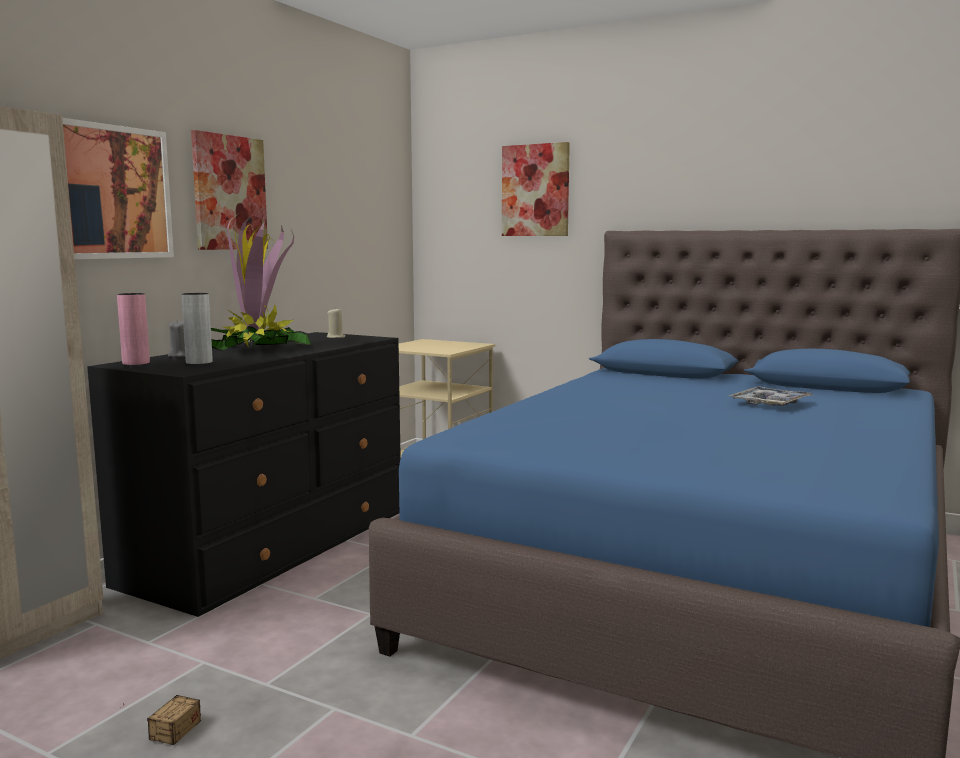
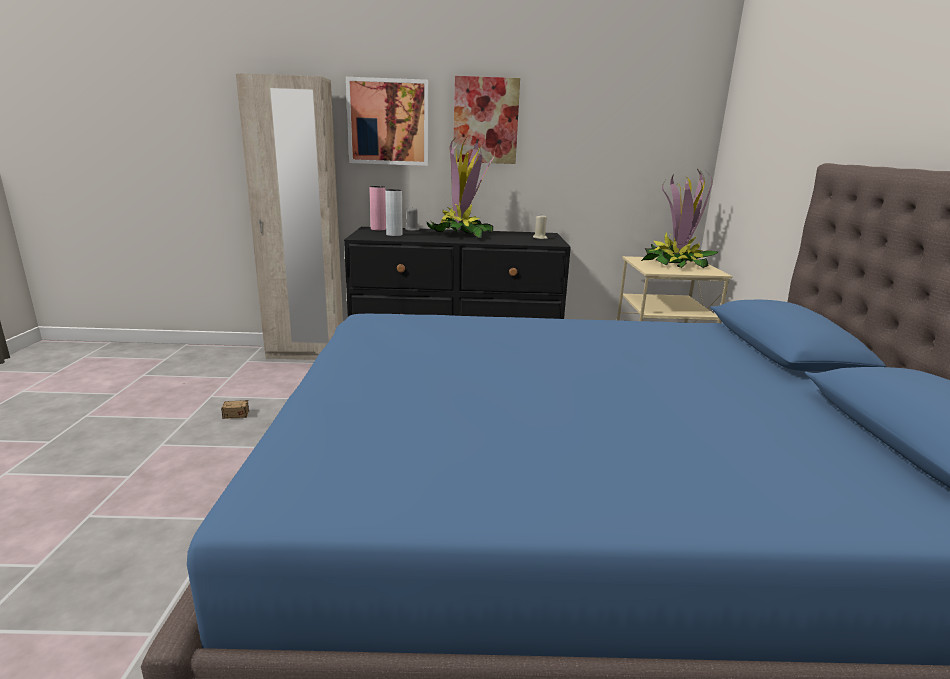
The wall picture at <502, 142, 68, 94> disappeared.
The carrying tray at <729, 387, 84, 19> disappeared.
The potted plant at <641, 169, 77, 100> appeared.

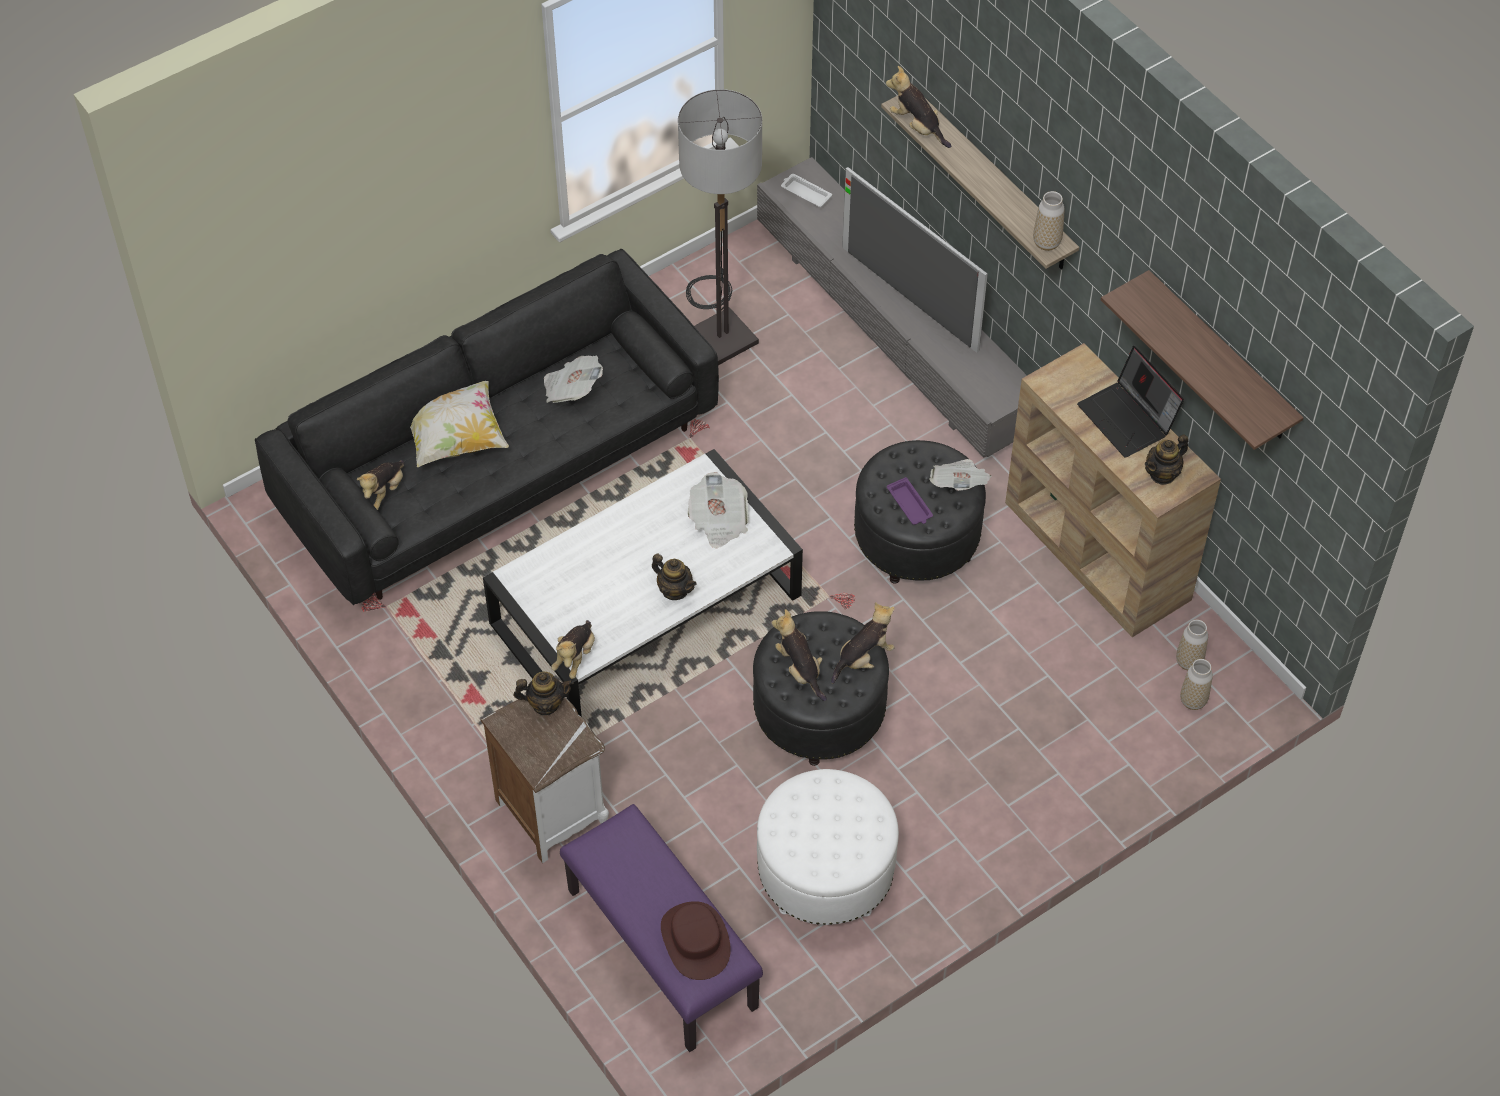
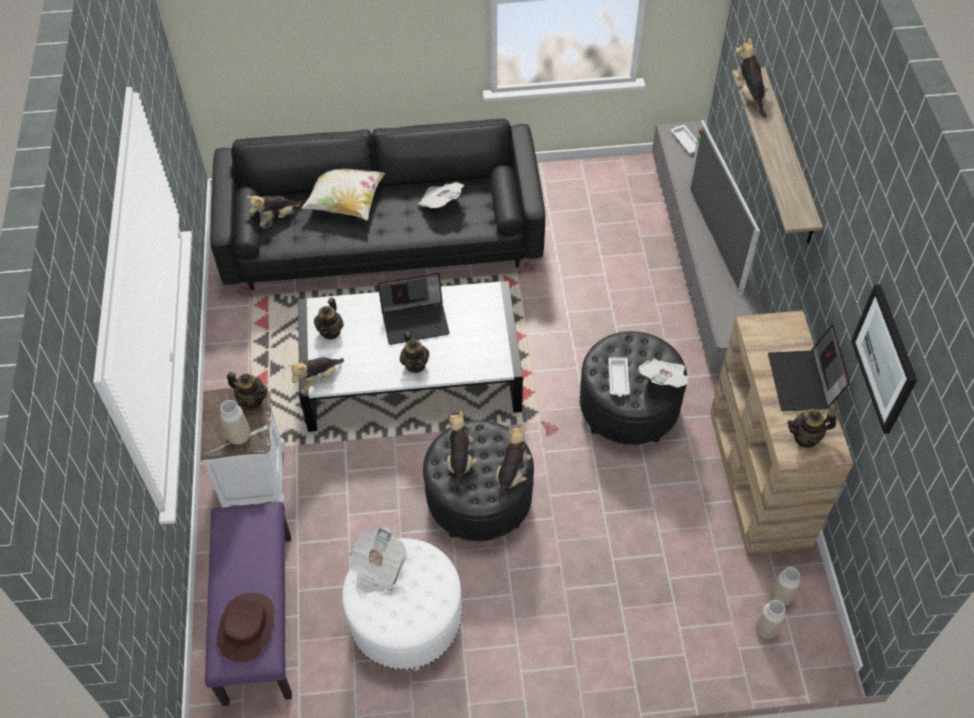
The floor lamp at <678, 89, 84, 276> disappeared.
The vase moved from <1033, 191, 31, 60> to <220, 400, 30, 45>.
The bracket shelf at <1101, 270, 203, 180> was replaced by the wall picture at <851, 284, 66, 150>.
The printed paper moved from <687, 472, 62, 77> to <350, 527, 57, 66>.
The purple carrying tray at <887, 477, 46, 48> became the white-coloured carrying tray at <608, 357, 22, 40>.
The cuddly toy at <831, 602, 64, 82> turned 60 degrees counterclockwise.
The laptop at <378, 273, 71, 72> appeared.
The pot for tea at <314, 298, 30, 41> appeared.

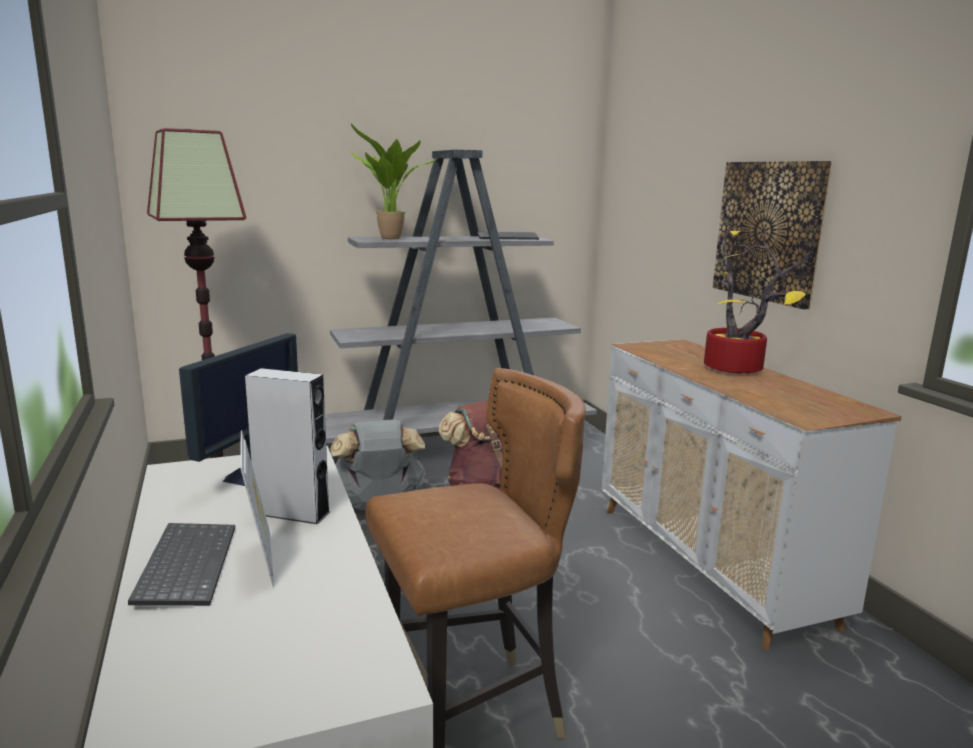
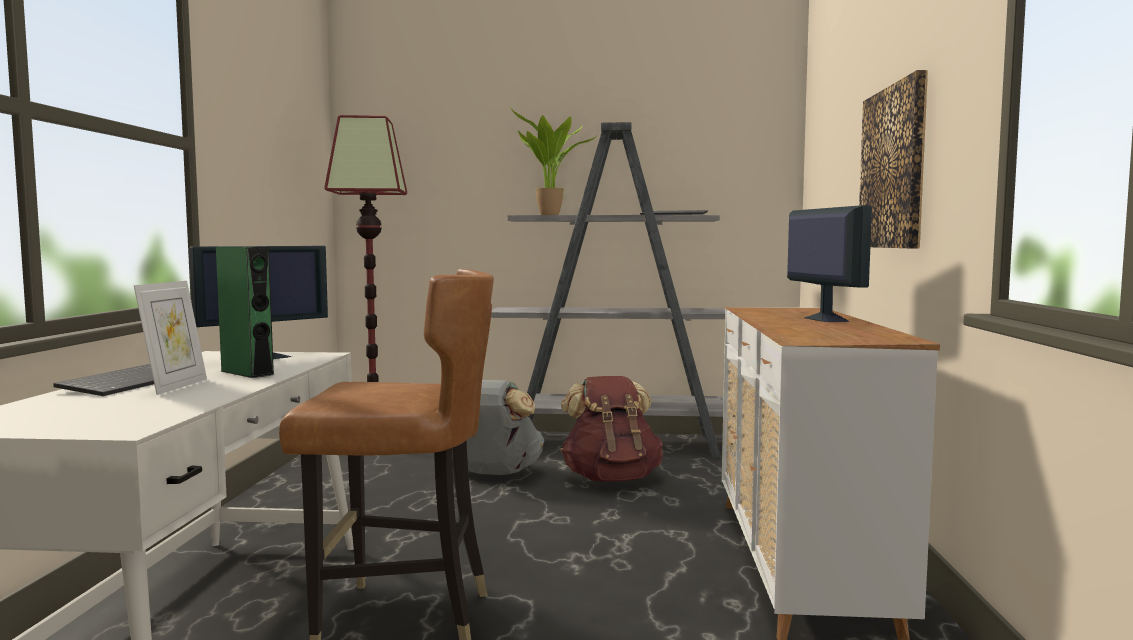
The potted plant at <704, 226, 110, 147> was replaced by the computer screen at <787, 205, 85, 117>.
The grey speaker at <245, 368, 85, 156> became the greenish speaker at <216, 247, 59, 131>.

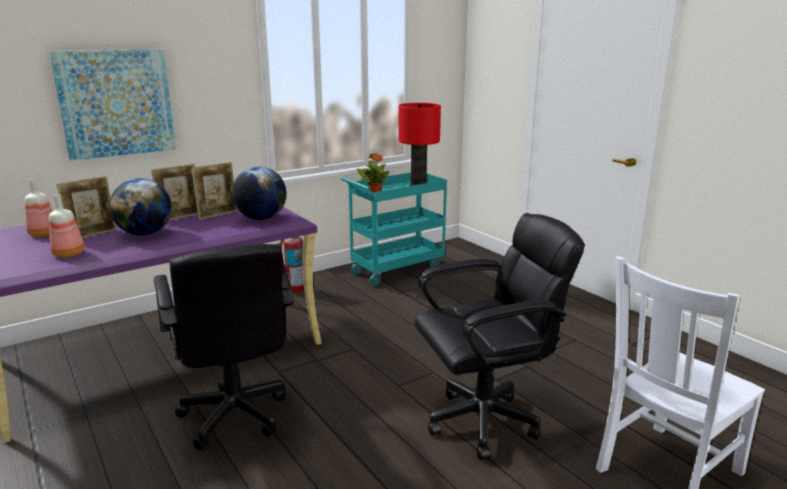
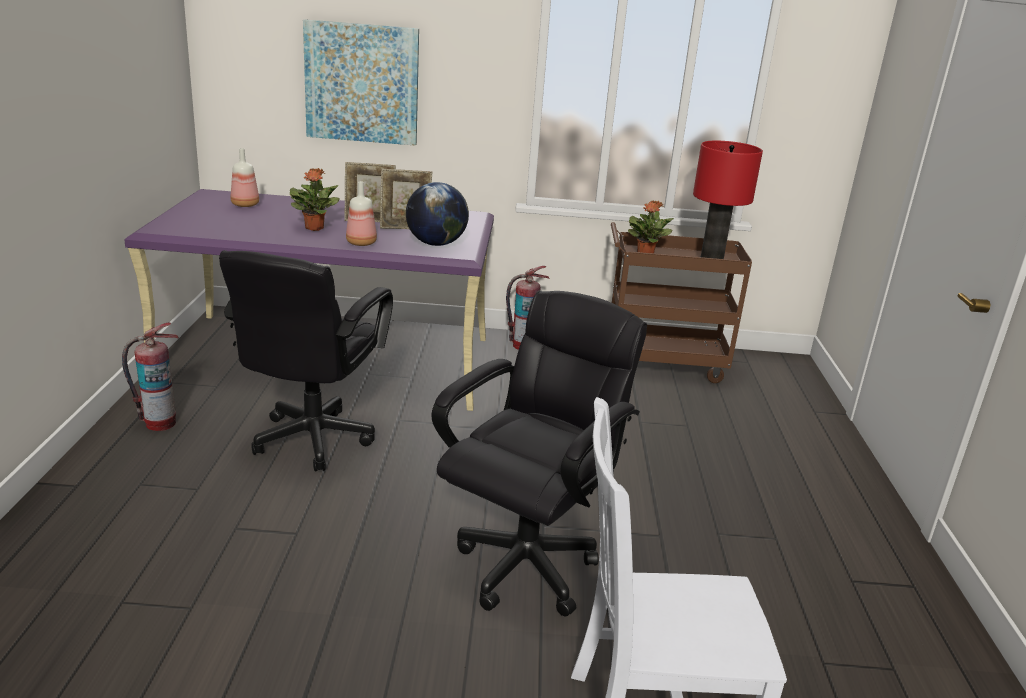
The turquoise wheeled cart at <341, 173, 106, 113> became the brownish wheeled cart at <611, 222, 141, 161>.
The standing frame at <57, 176, 60, 62> disappeared.
The globe at <109, 178, 63, 58> was replaced by the potted plant at <290, 168, 50, 63>.
The bottle moved from <49, 195, 36, 63> to <346, 181, 31, 65>.
The black office chair at <415, 213, 170, 247> turned 75 degrees counterclockwise.
The fire-fighting cylinder at <122, 322, 57, 109> appeared.

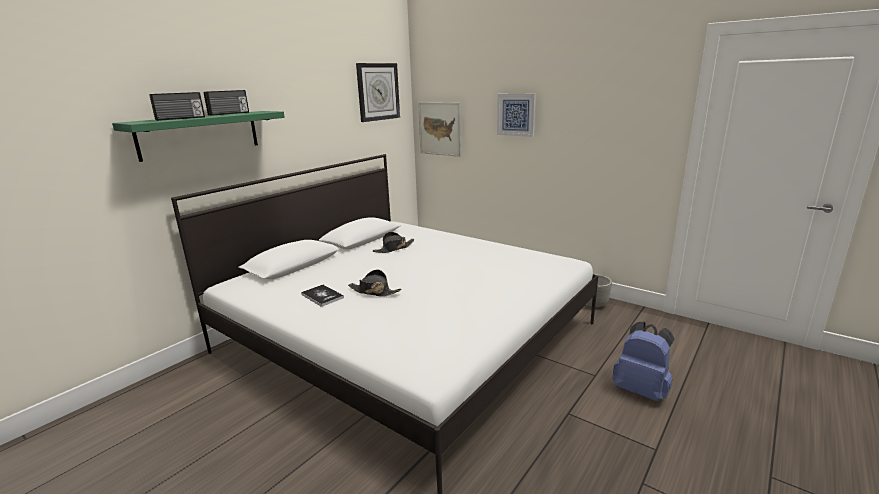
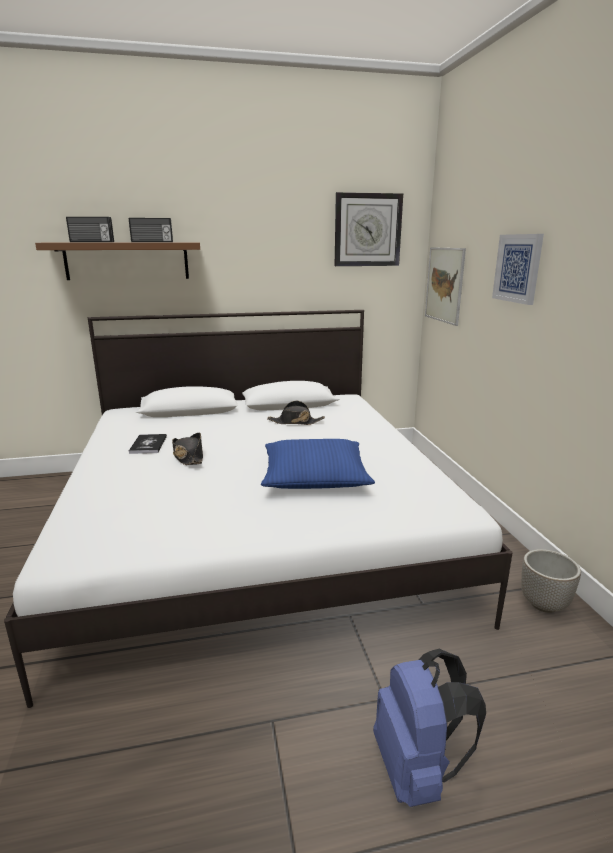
The greenish bracket shelf at <112, 111, 173, 51> became the brownish bracket shelf at <35, 243, 165, 37>.
The blue-coloured pillow at <261, 439, 114, 50> appeared.

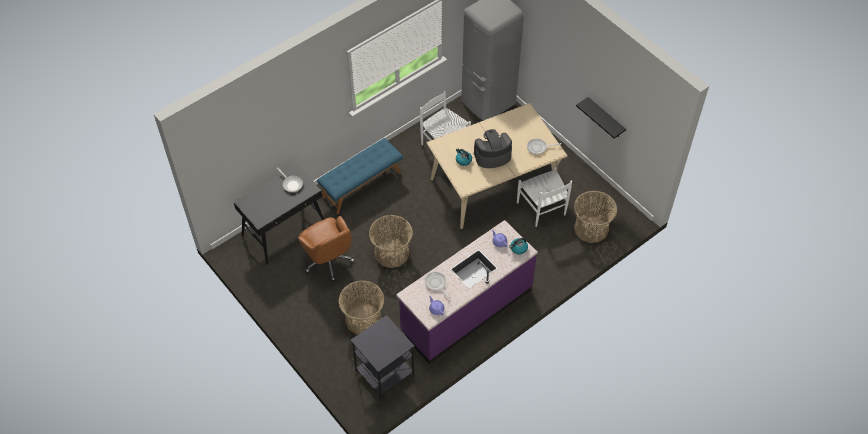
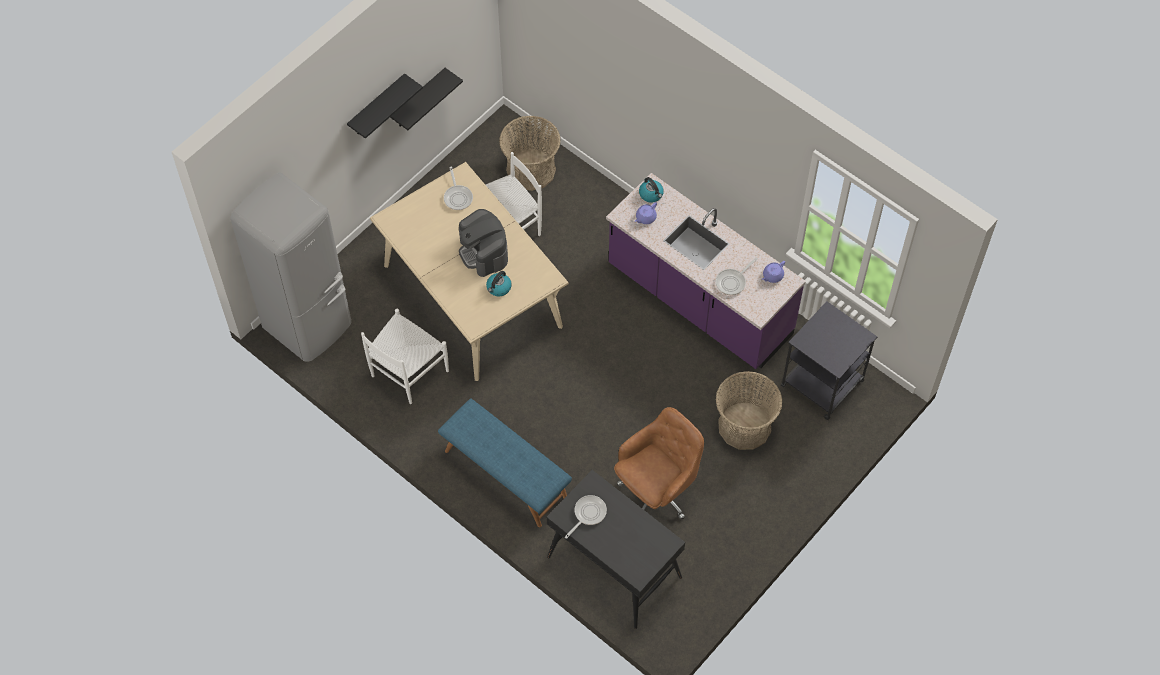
The basket at <369, 215, 44, 53> disappeared.
The black bracket shelf at <347, 73, 76, 66> appeared.

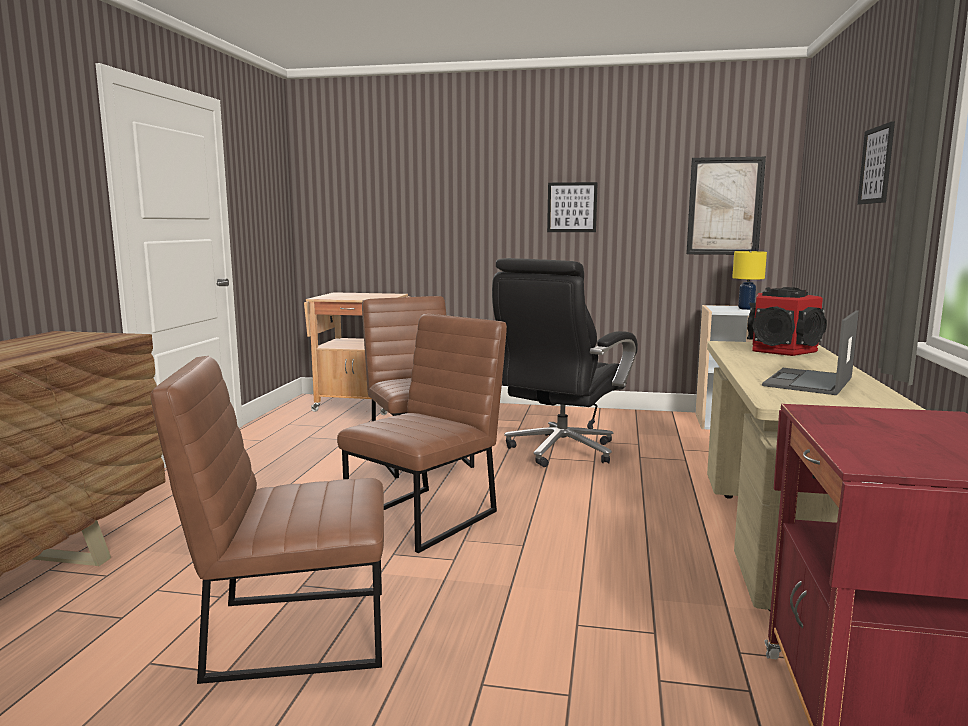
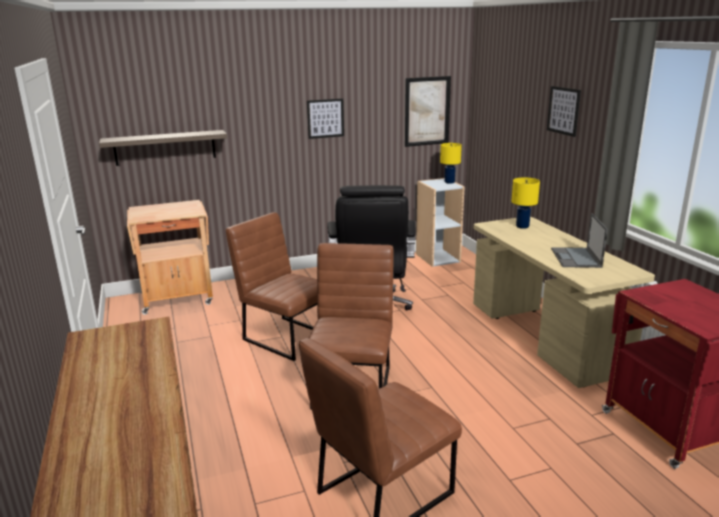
The speaker at <747, 287, 80, 69> was replaced by the yellow-coloured tabletop lamp at <511, 177, 29, 52>.
The bracket shelf at <99, 130, 128, 36> appeared.

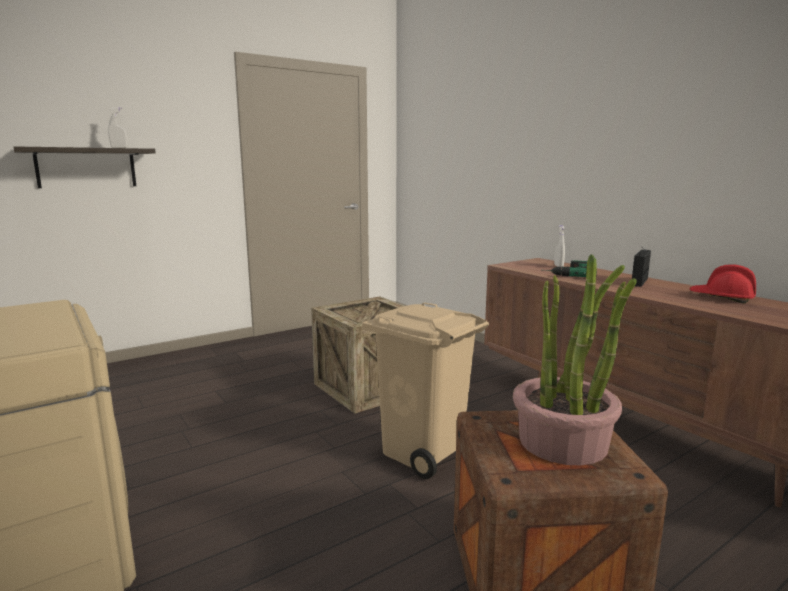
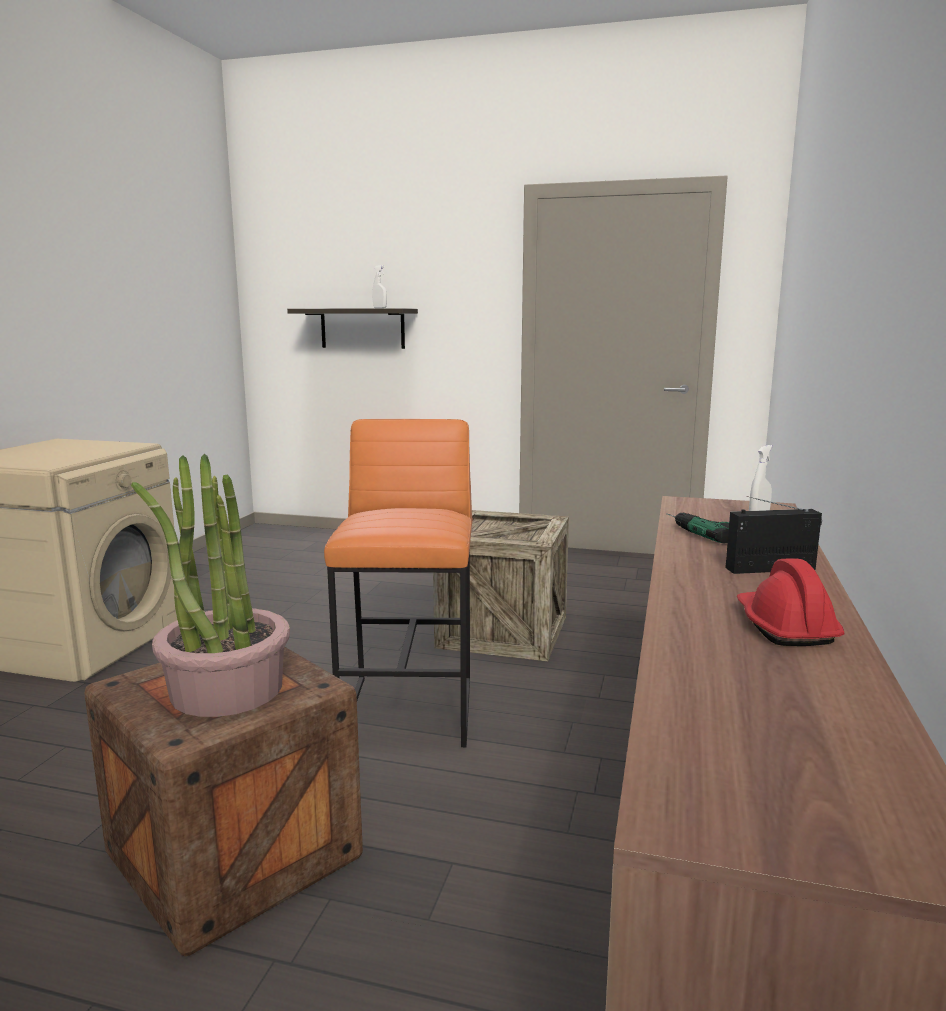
The beige waste bin at <362, 303, 127, 176> was replaced by the orange-coloured stool at <324, 419, 148, 328>.

